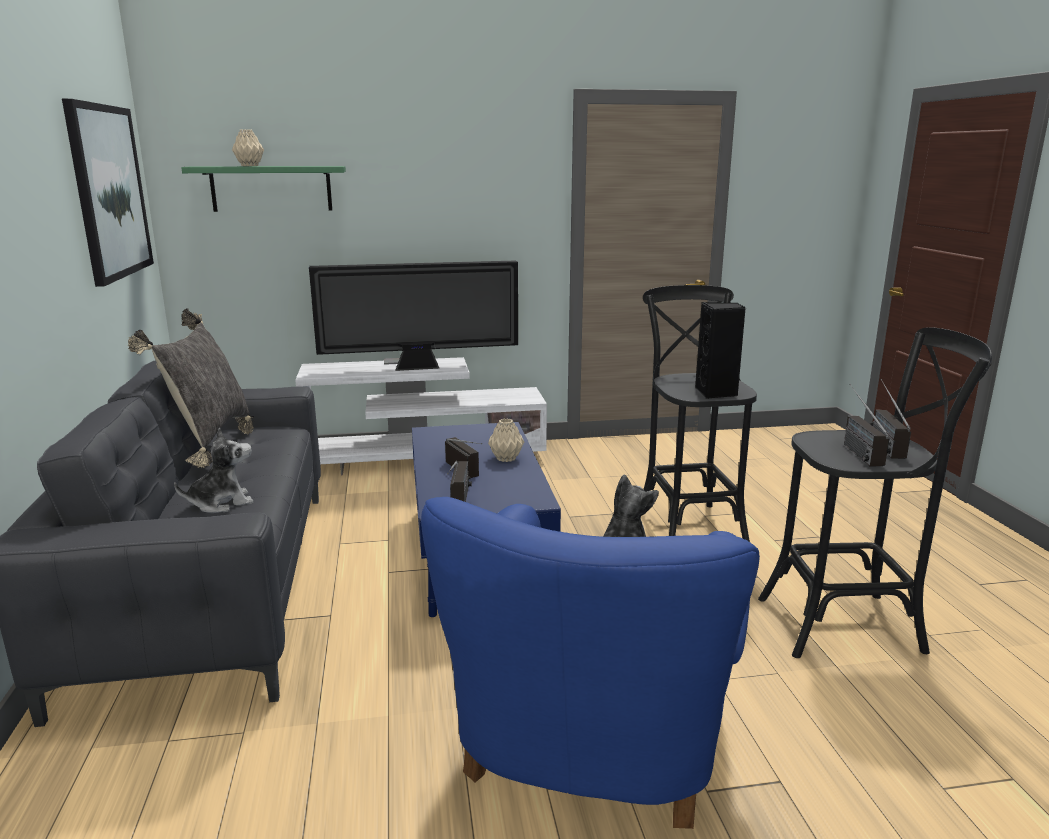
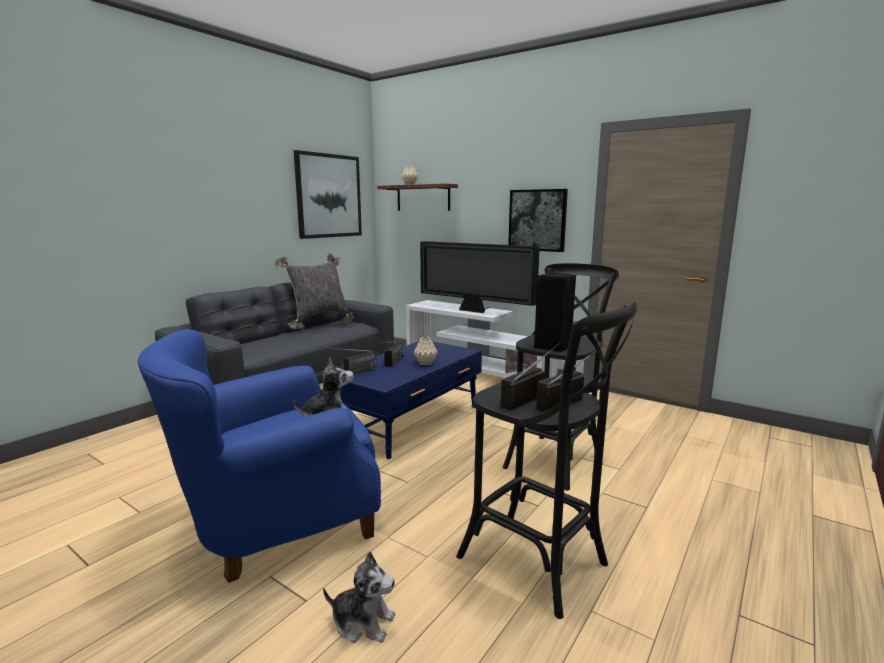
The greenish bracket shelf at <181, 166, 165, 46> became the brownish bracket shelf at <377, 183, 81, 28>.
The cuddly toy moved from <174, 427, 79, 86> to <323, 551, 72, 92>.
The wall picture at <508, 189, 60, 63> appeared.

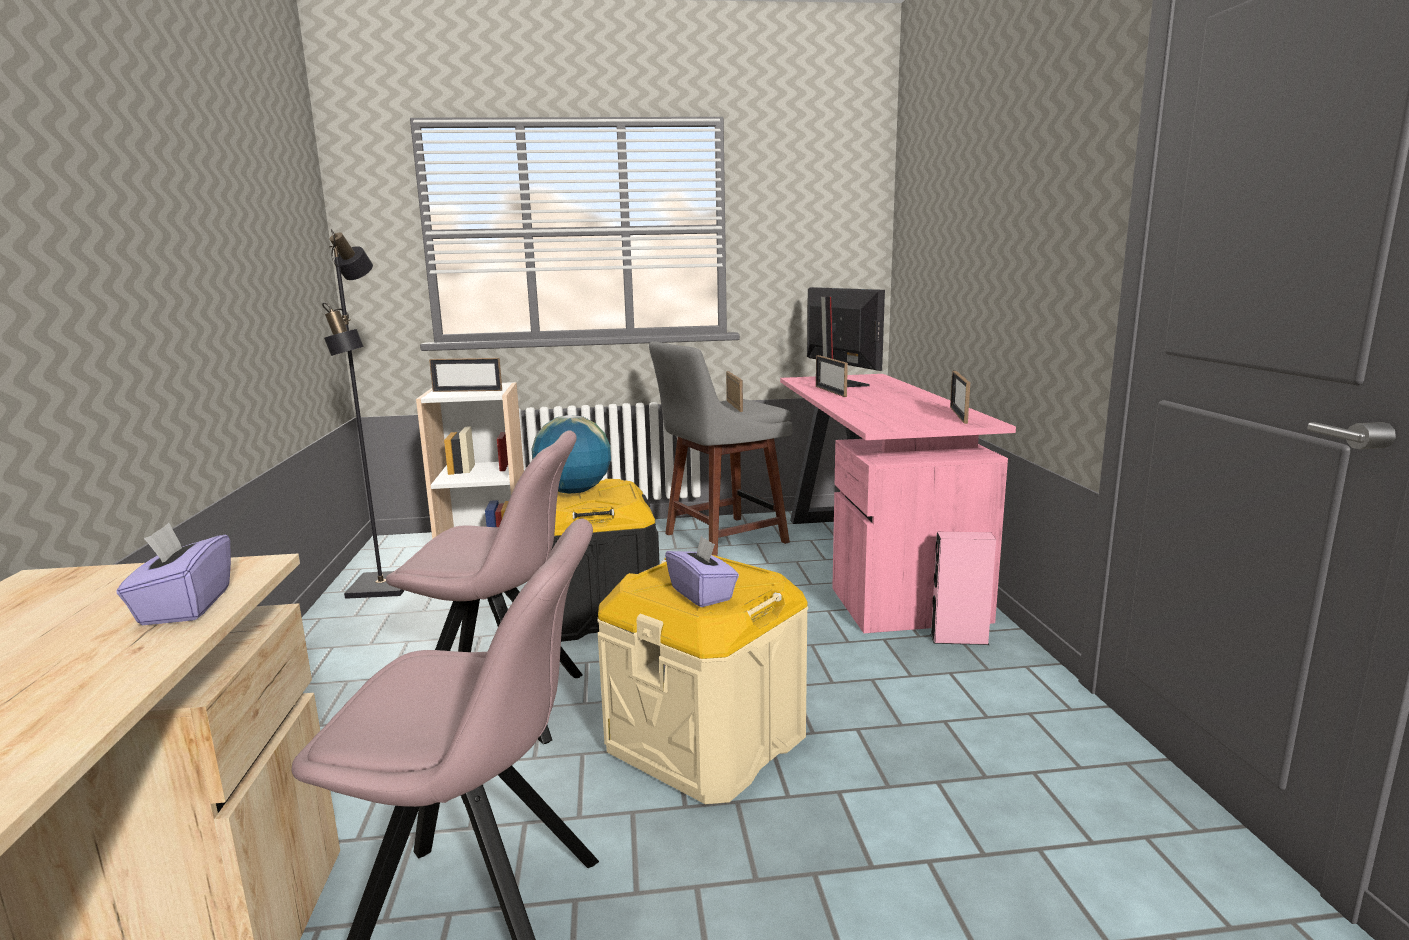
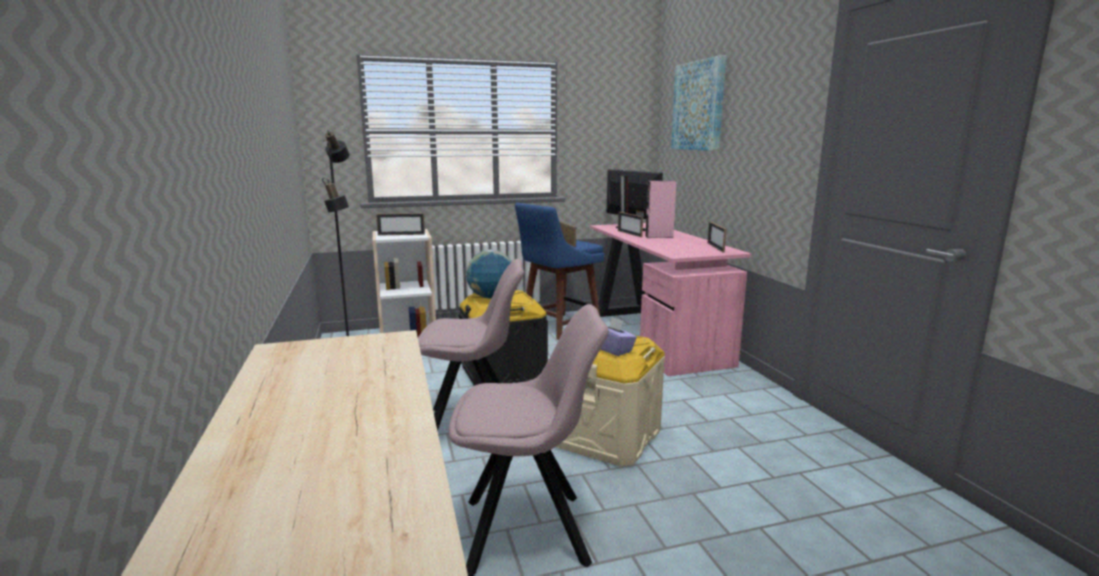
The grey stool at <649, 341, 143, 215> became the blue-coloured stool at <515, 203, 89, 137>.
The purple box of tissues at <117, 523, 114, 102> disappeared.
The pink-coloured speaker moved from <930, 532, 66, 113> to <645, 181, 32, 57>.
The wall picture at <671, 55, 55, 96> appeared.

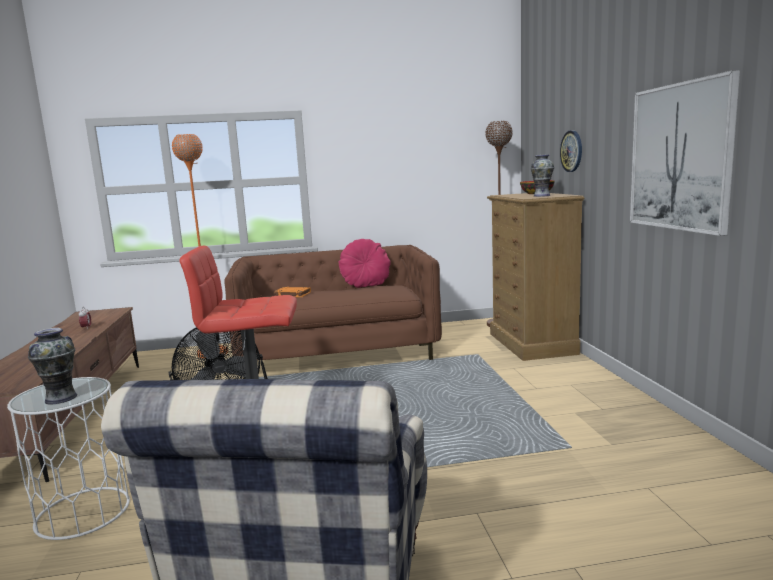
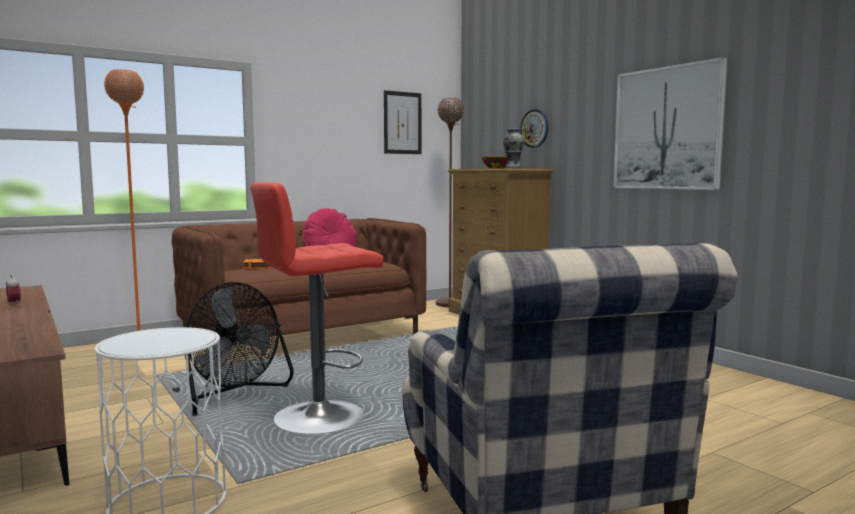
The vase at <28, 328, 49, 76> disappeared.
The wall picture at <384, 90, 37, 64> appeared.

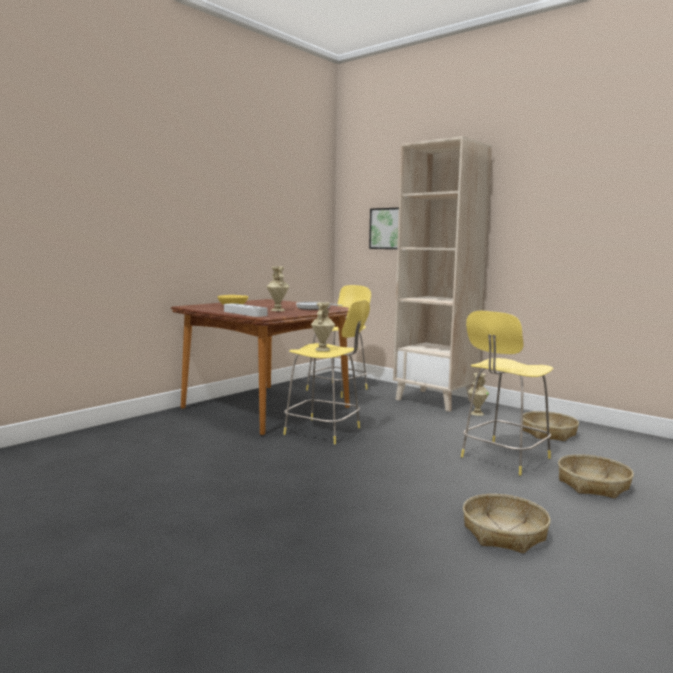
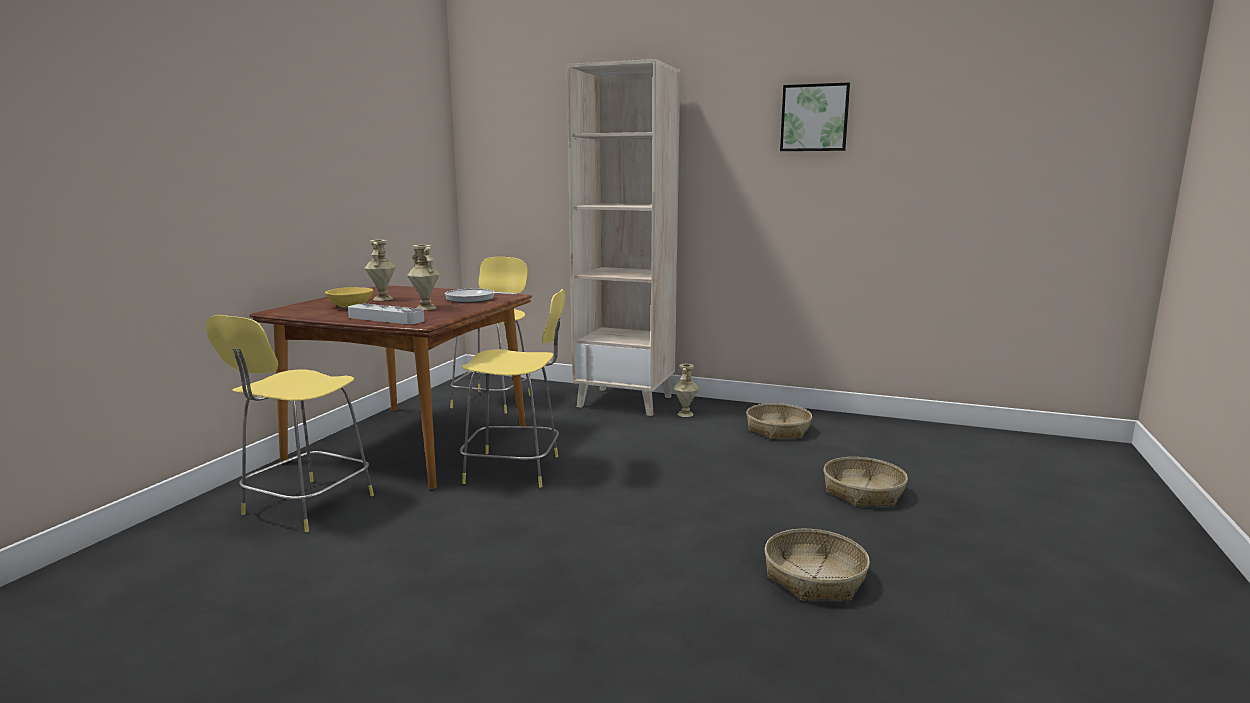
The wall picture moved from <369, 208, 30, 41> to <780, 82, 70, 69>.
The beige vase moved from <311, 302, 24, 49> to <364, 240, 32, 61>.
The yellow-coloured stool moved from <461, 311, 92, 165> to <206, 315, 168, 217>.

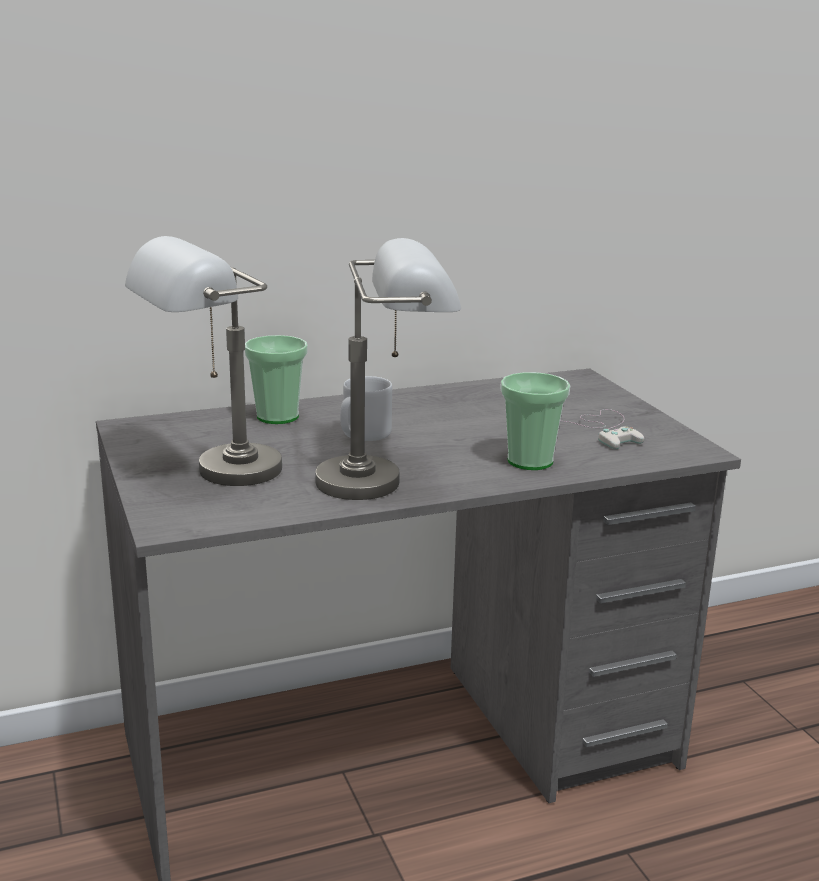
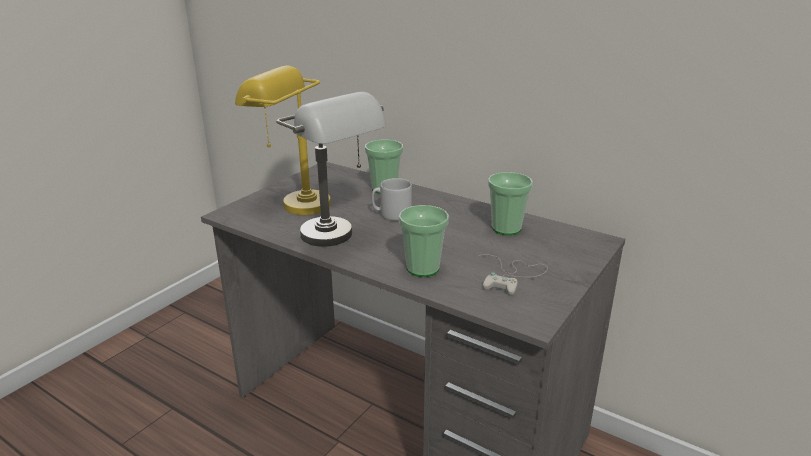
The grey tabletop lamp at <125, 236, 157, 250> became the yellow-coloured tabletop lamp at <235, 65, 96, 150>.
The cup at <488, 172, 45, 63> appeared.

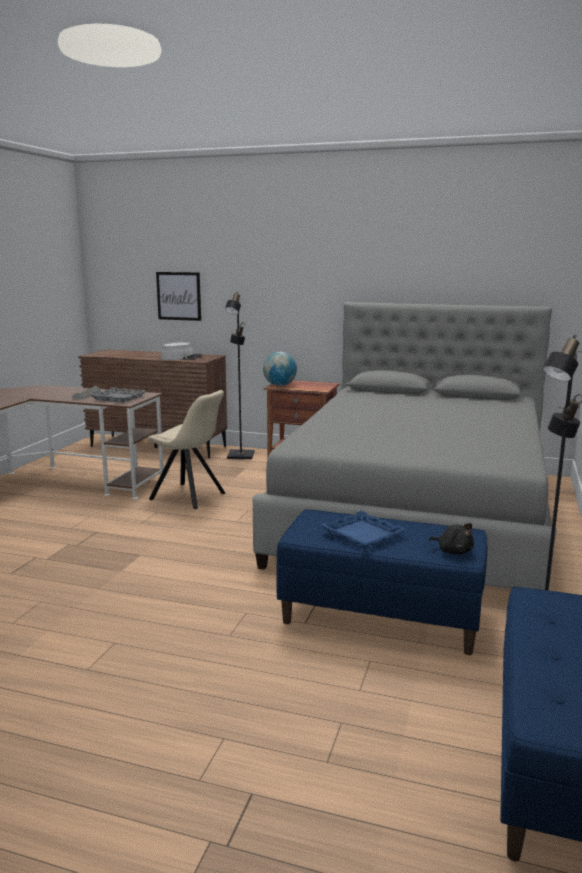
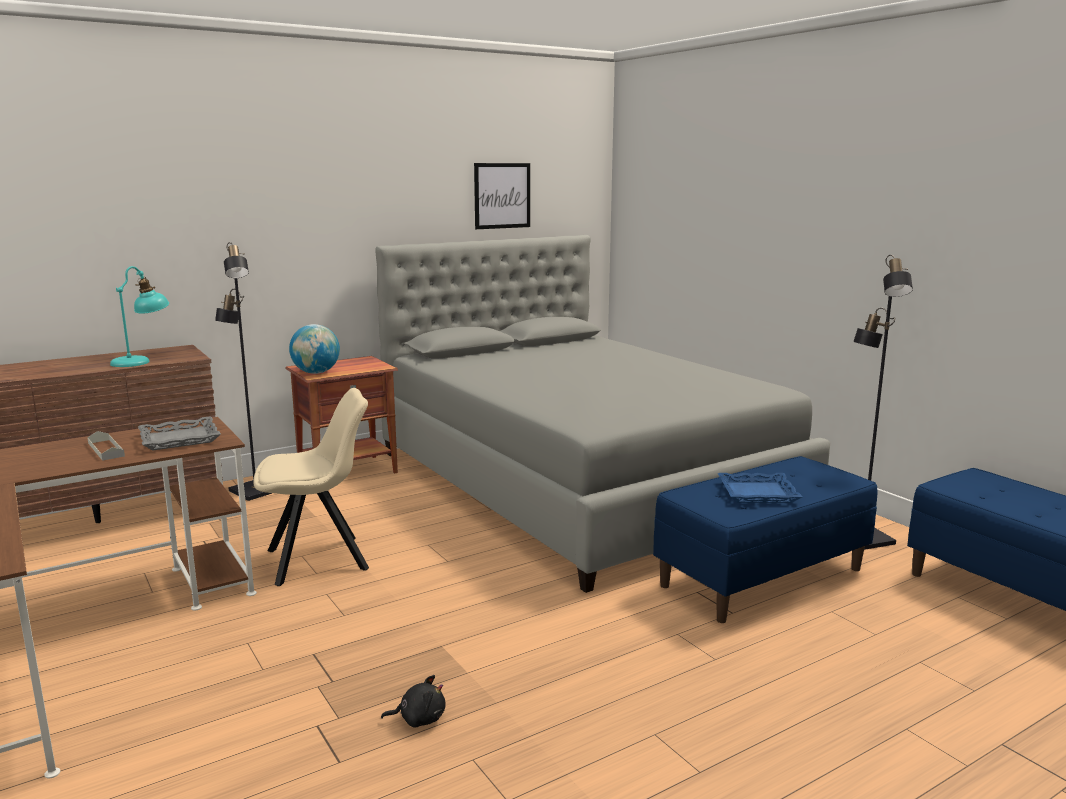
The wall picture moved from <156, 272, 45, 49> to <474, 163, 56, 66>.
The grey hat at <161, 342, 41, 18> was replaced by the turquoise tabletop lamp at <110, 266, 59, 101>.
The black cuddly toy moved from <429, 523, 45, 31> to <381, 675, 65, 53>.

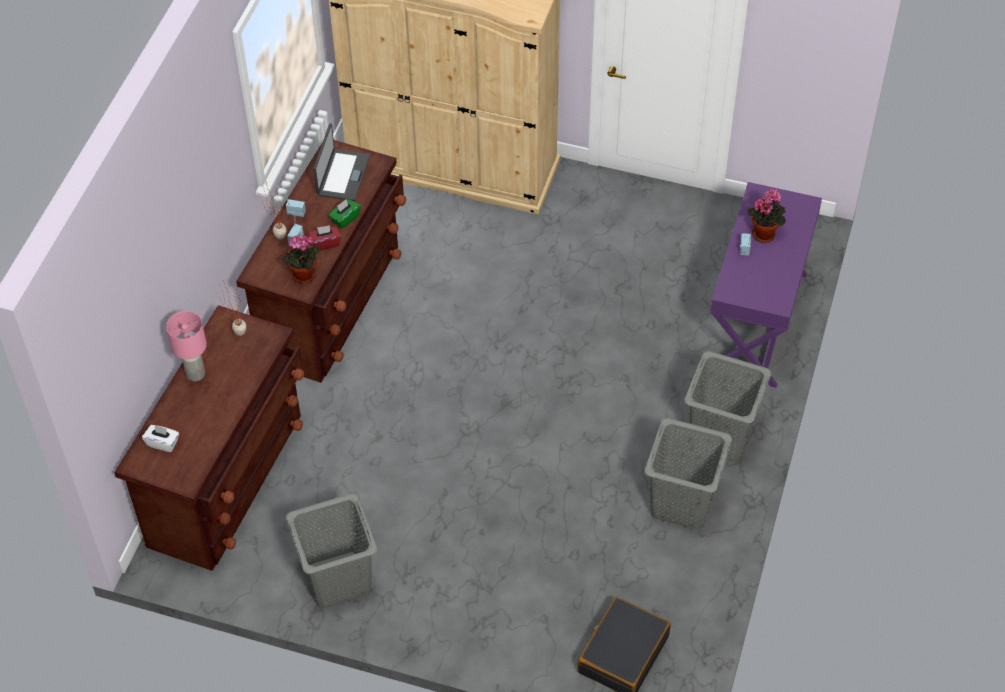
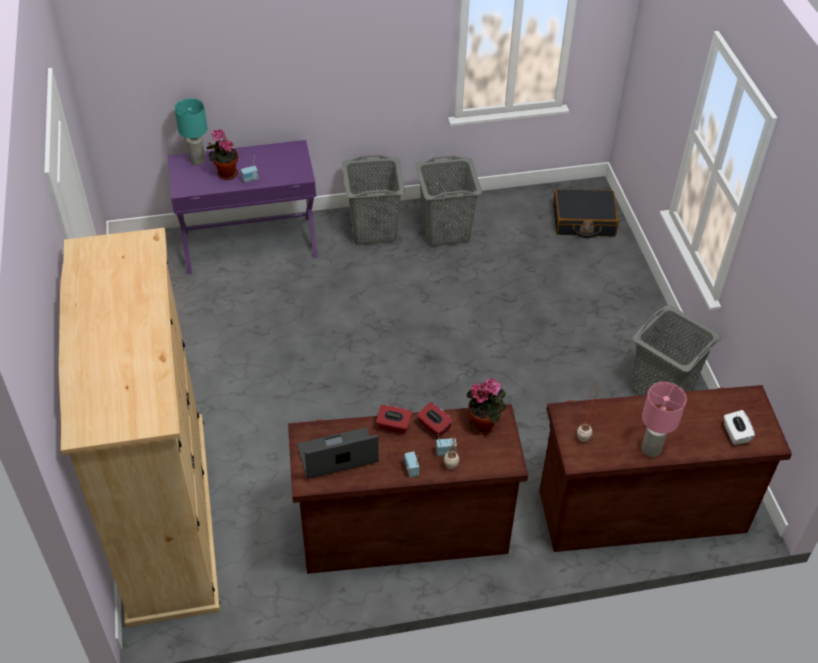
The greenish box of tissues at <328, 199, 33, 30> became the reddish box of tissues at <376, 405, 36, 29>.
The turquoise tabletop lamp at <175, 98, 32, 67> appeared.

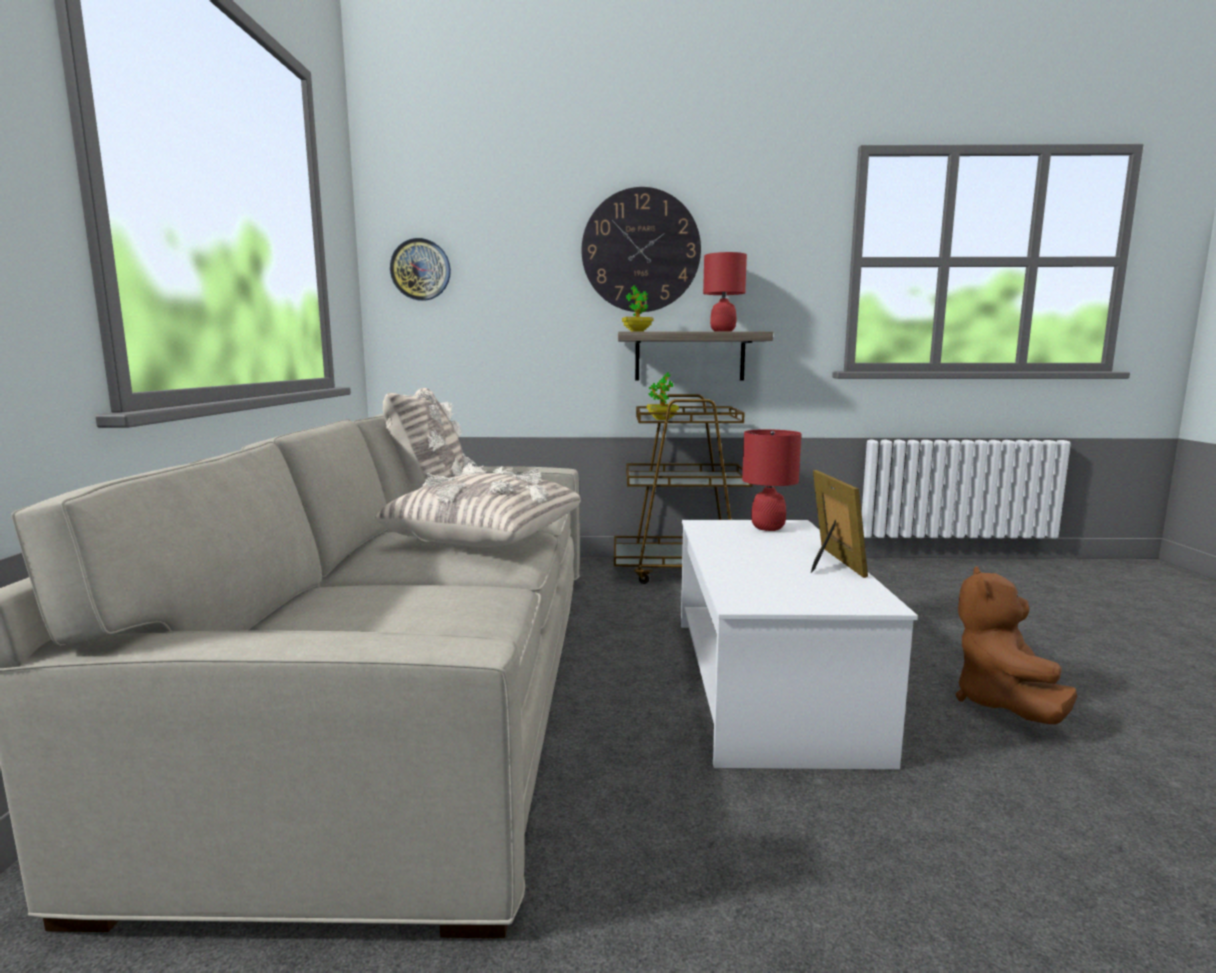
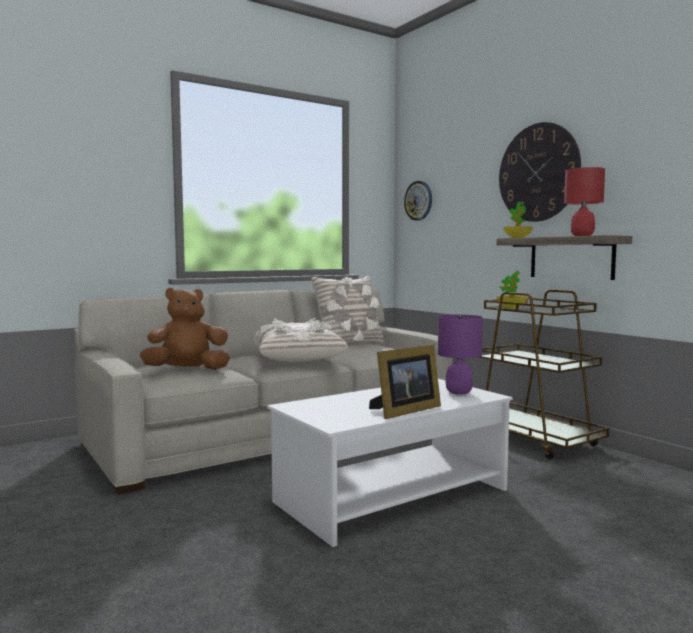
The reddish tabletop lamp at <742, 429, 59, 102> became the purple tabletop lamp at <438, 314, 45, 81>.
The brownish cuddly toy moved from <956, 566, 121, 158> to <140, 288, 90, 82>.

